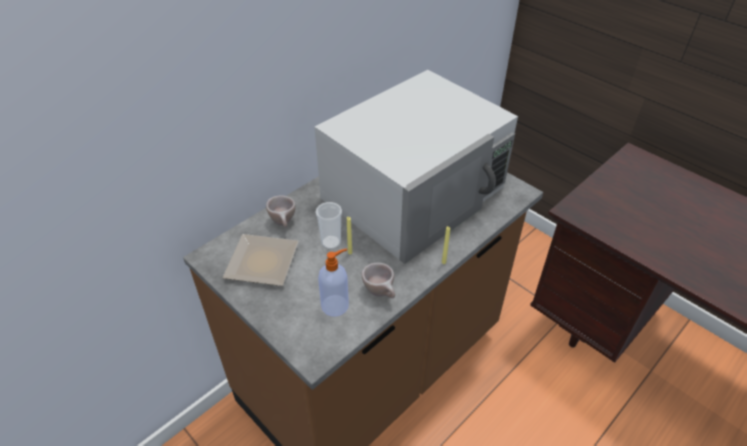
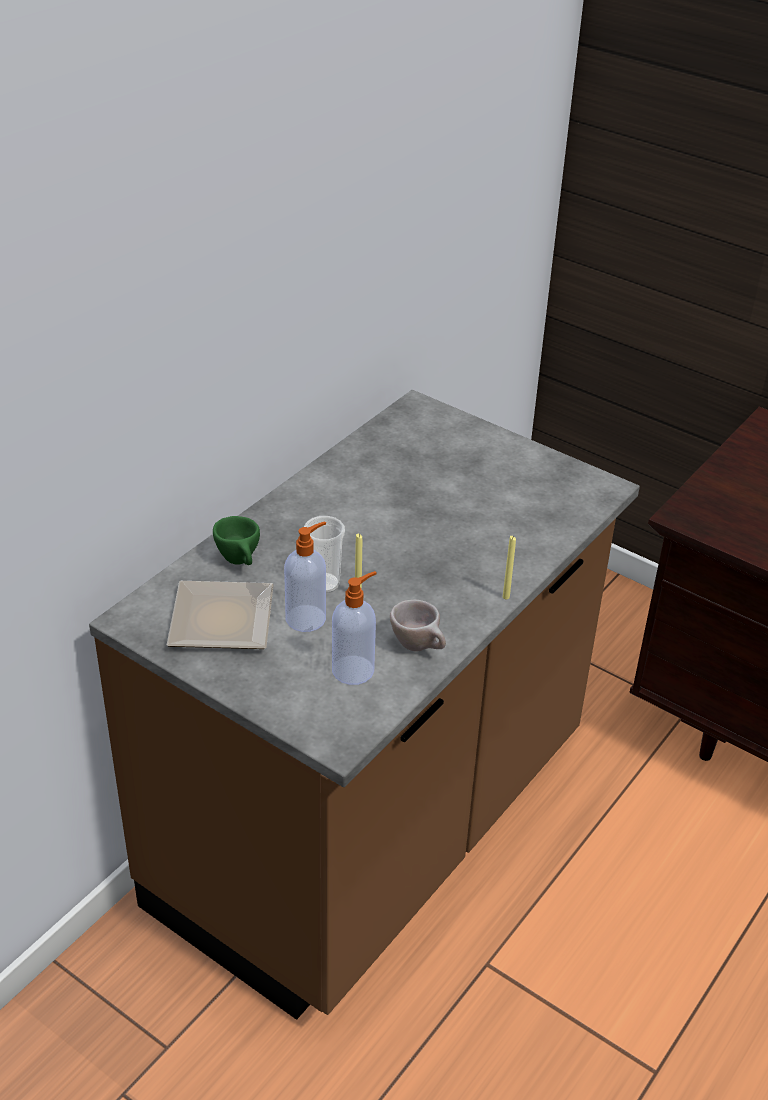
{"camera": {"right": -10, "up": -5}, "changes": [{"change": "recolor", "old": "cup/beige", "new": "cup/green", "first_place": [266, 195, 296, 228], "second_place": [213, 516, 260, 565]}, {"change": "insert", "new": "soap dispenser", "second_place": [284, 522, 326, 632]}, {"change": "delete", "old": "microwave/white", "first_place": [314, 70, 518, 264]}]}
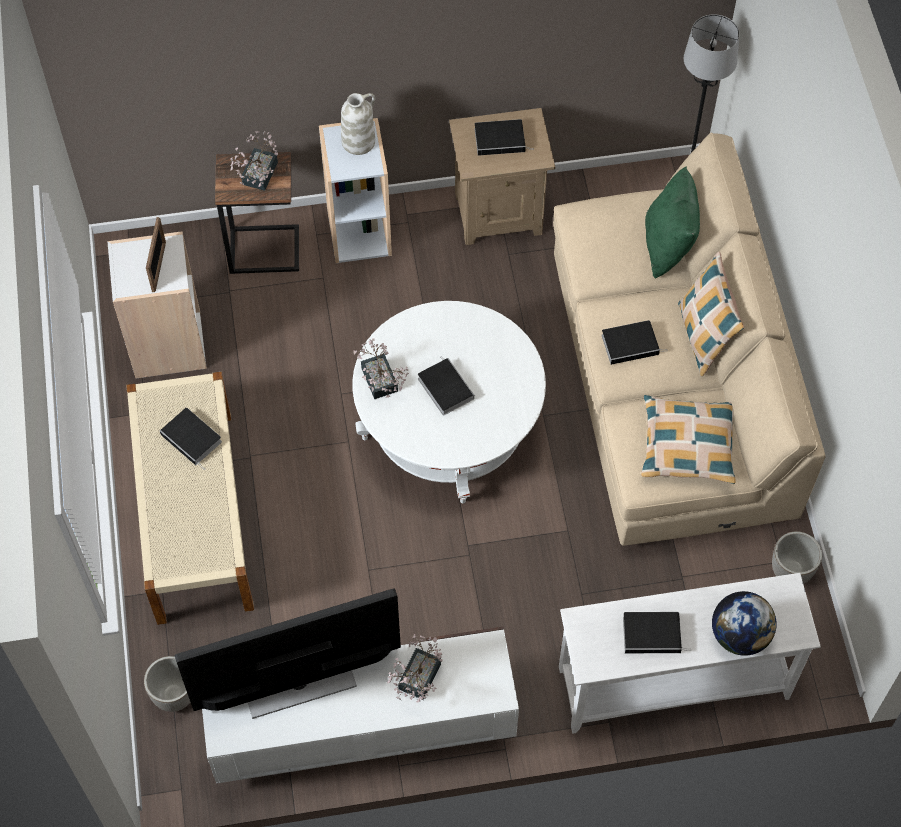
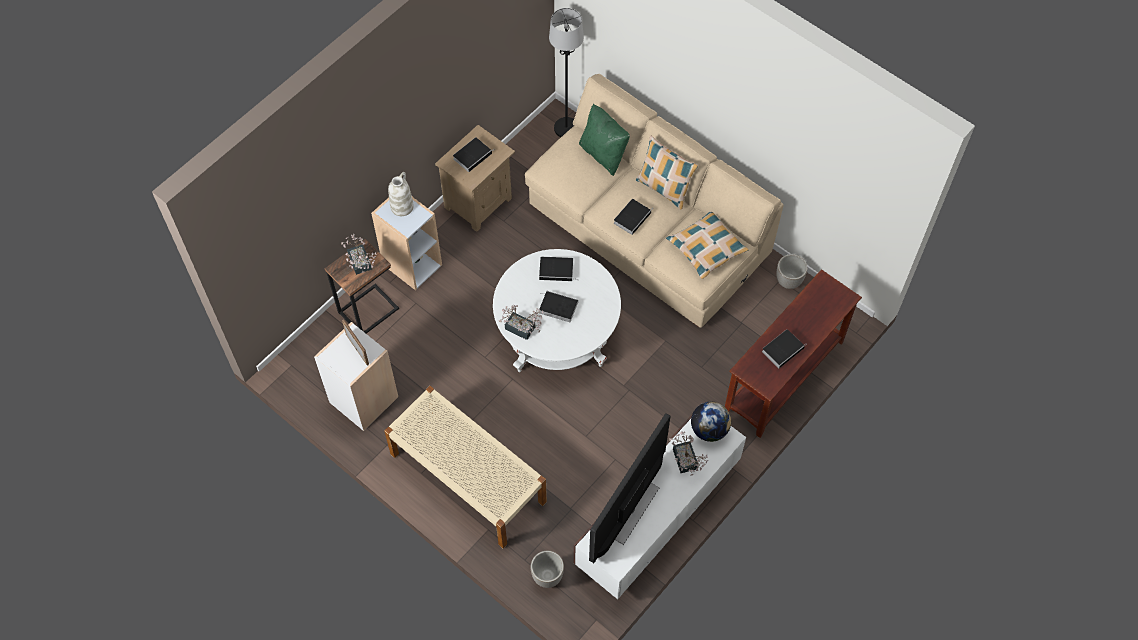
{"camera": {"right": -40, "up": 0}, "changes": [{"change": "move", "old": "book", "first_place": [160, 408, 222, 470], "second_place": [539, 257, 575, 281]}, {"change": "move", "old": "globe", "first_place": [712, 591, 777, 656], "second_place": [691, 402, 731, 442]}, {"change": "recolor", "old": "console table/white", "new": "console table/brown", "first_place": [559, 573, 821, 734], "second_place": [725, 269, 862, 438]}]}
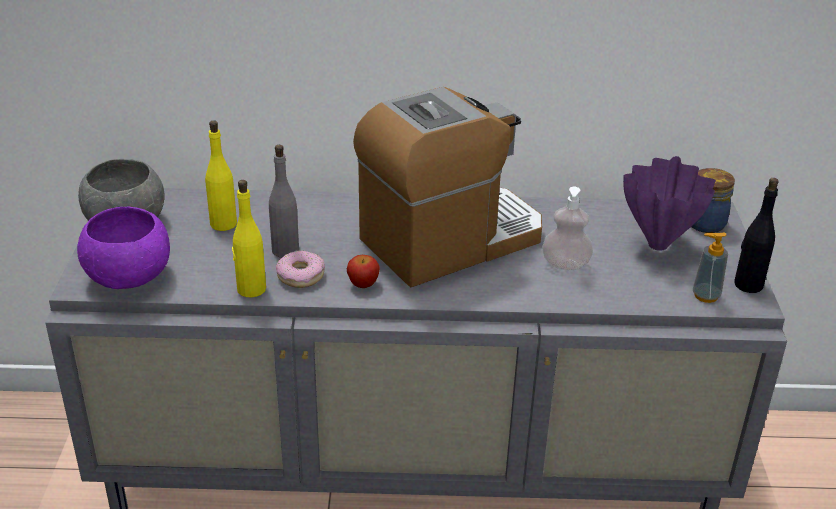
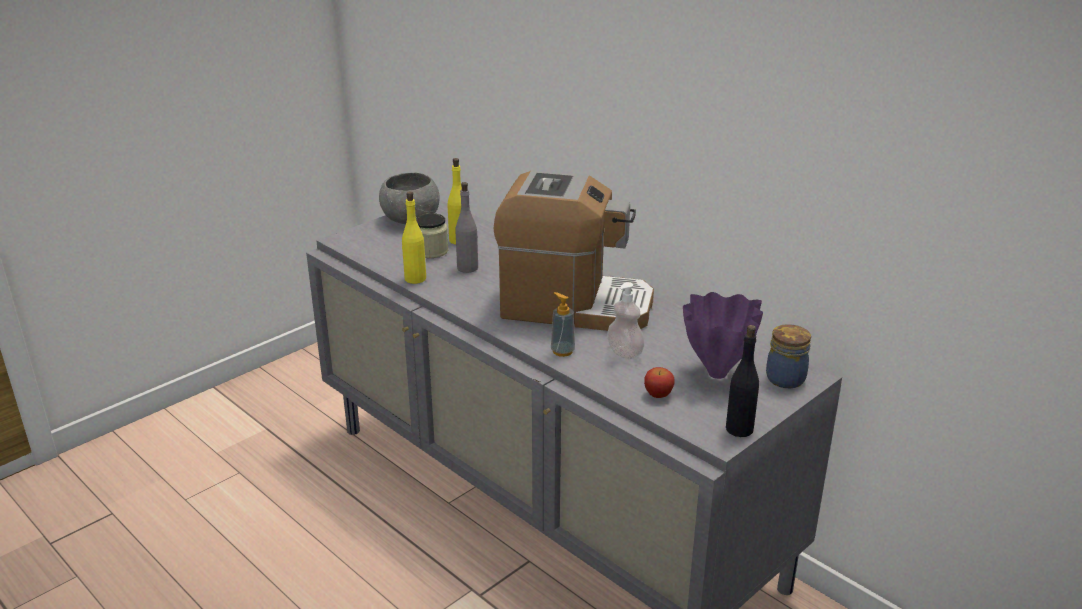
{"camera": {"right": 45, "up": -5}, "changes": [{"change": "insert", "new": "jar", "second_place": [416, 213, 448, 258]}, {"change": "move", "old": "soap dispenser", "first_place": [693, 233, 728, 303], "second_place": [551, 292, 575, 357]}, {"change": "move", "old": "apple", "first_place": [347, 255, 380, 288], "second_place": [644, 367, 675, 398]}, {"change": "delete", "old": "bowl/purple", "first_place": [77, 207, 170, 289]}, {"change": "delete", "old": "donut", "first_place": [276, 250, 325, 288]}]}
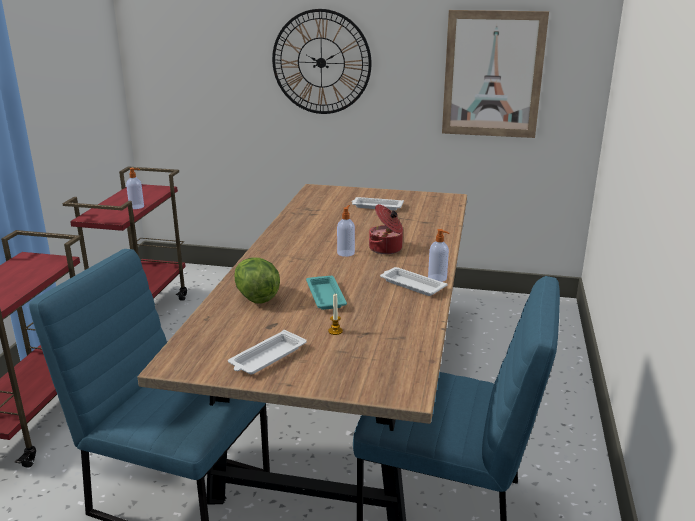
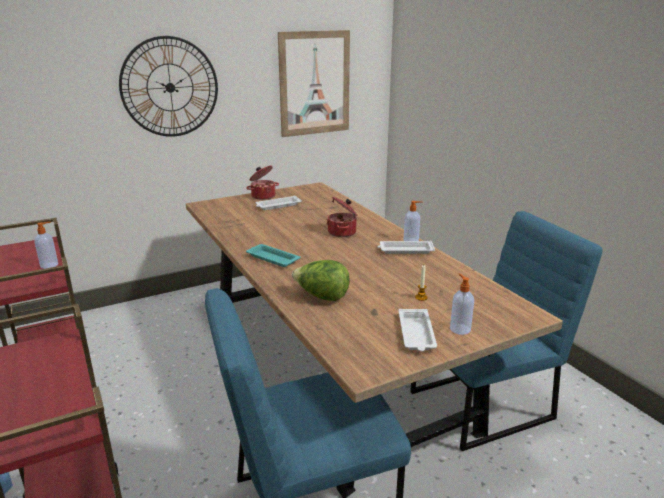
{"camera": {"right": -40, "up": 0}, "changes": [{"change": "insert", "new": "cooking pot", "second_place": [246, 166, 279, 200]}, {"change": "move", "old": "tray/turquoise", "first_place": [306, 276, 347, 310], "second_place": [246, 244, 301, 267]}, {"change": "move", "old": "soap dispenser", "first_place": [337, 205, 355, 257], "second_place": [450, 273, 474, 335]}]}
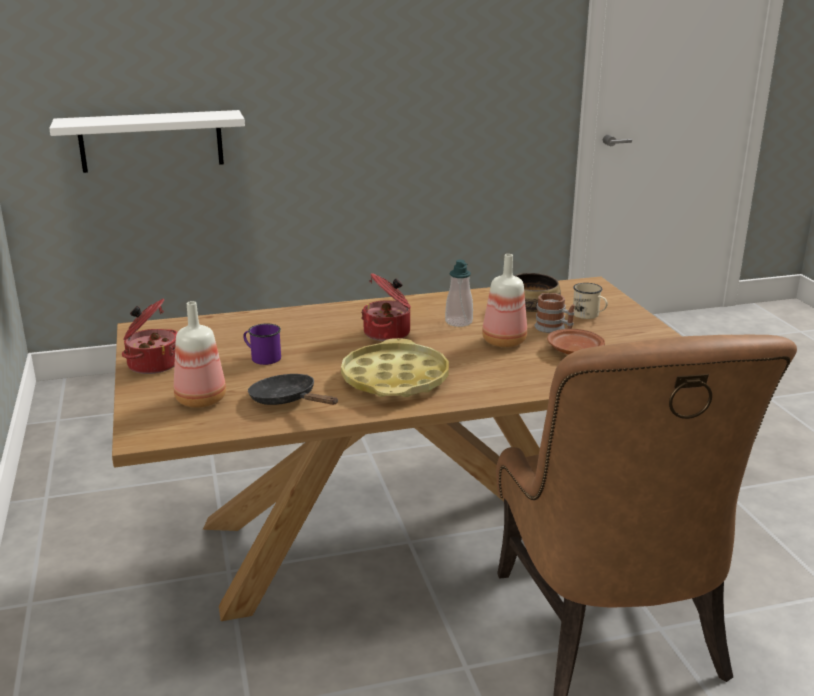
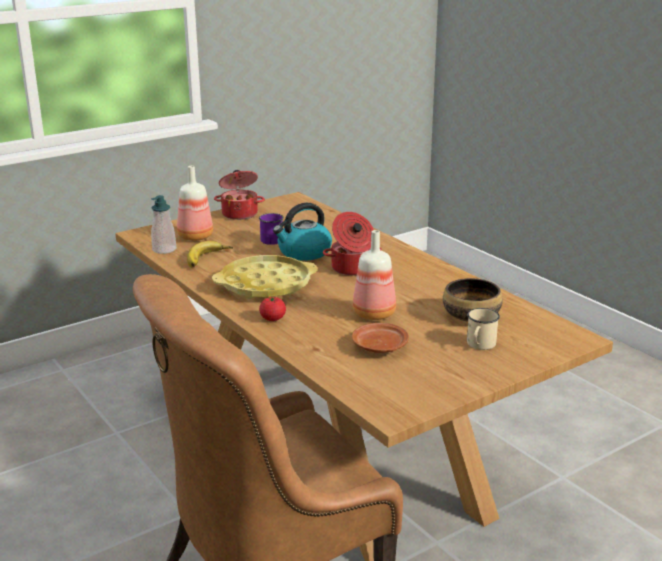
{"camera": {"right": 70, "up": 0}, "changes": [{"change": "move", "old": "soap dispenser", "first_place": [445, 260, 473, 327], "second_place": [151, 195, 176, 254]}, {"change": "replace", "old": "frying pan/black", "new": "banana", "first_place": [248, 374, 338, 405], "second_place": [187, 241, 233, 267]}, {"change": "insert", "new": "tomato", "second_place": [259, 297, 286, 321]}, {"change": "insert", "new": "kettle", "second_place": [273, 203, 332, 261]}, {"change": "delete", "old": "shelf/white", "first_place": [49, 110, 245, 173]}, {"change": "delete", "old": "mug", "first_place": [534, 293, 575, 333]}]}
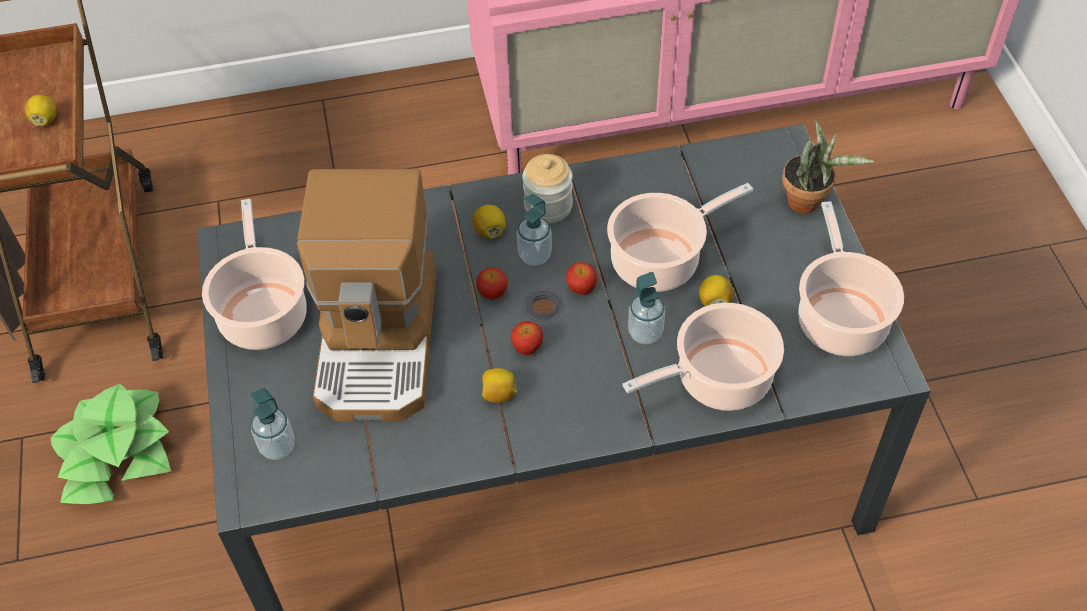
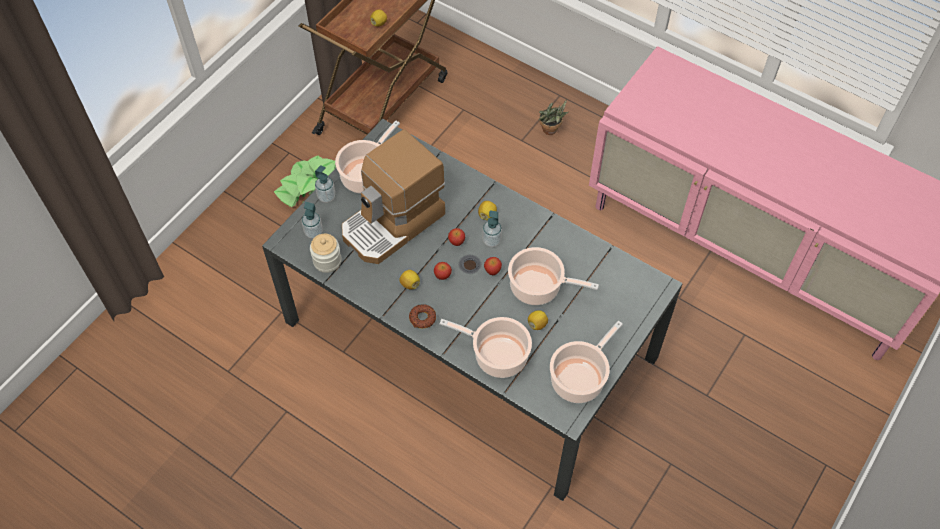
{"camera": {"right": 45, "up": 5}, "changes": [{"change": "move", "old": "jar", "first_place": [522, 154, 573, 224], "second_place": [310, 234, 342, 273]}, {"change": "move", "old": "soap dispenser", "first_place": [628, 272, 665, 344], "second_place": [315, 165, 335, 203]}, {"change": "insert", "new": "donut", "second_place": [409, 304, 436, 329]}, {"change": "move", "old": "potted plant", "first_place": [782, 120, 874, 214], "second_place": [539, 99, 568, 135]}]}
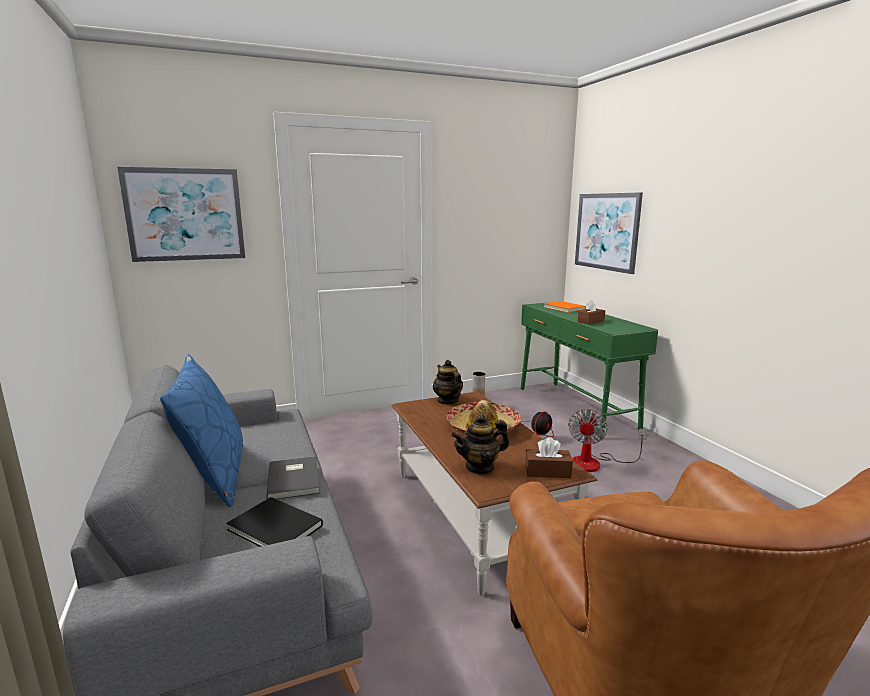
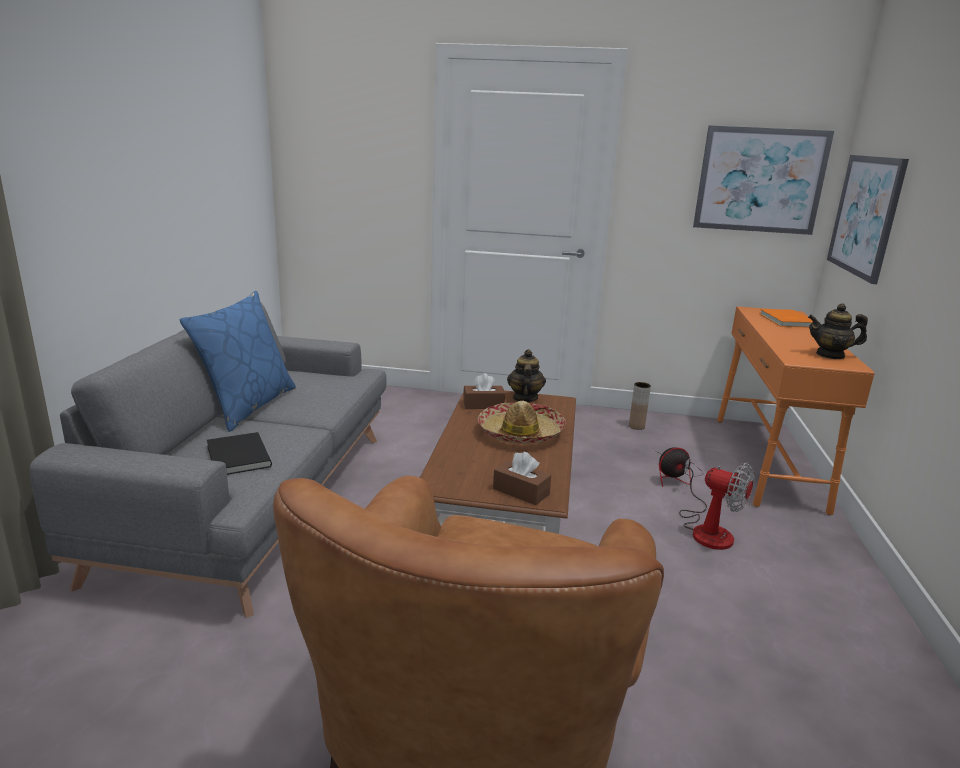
{"camera": {"right": 30, "up": 5}, "changes": [{"change": "move", "old": "tissue box/brown", "first_place": [578, 300, 605, 325], "second_place": [463, 373, 505, 409]}, {"change": "rotate", "old": "fan", "first_place": [568, 409, 647, 472], "second_place": [679, 458, 755, 550], "degrees": -105}, {"change": "move", "old": "picture", "first_place": [117, 167, 245, 262], "second_place": [693, 125, 834, 235]}, {"change": "recolor", "old": "console table/green", "new": "console table/orange", "first_place": [520, 303, 658, 439], "second_place": [717, 306, 875, 515]}, {"change": "move", "old": "teapot", "first_place": [451, 414, 509, 475], "second_place": [808, 303, 868, 359]}, {"change": "delete", "old": "book/grey", "first_place": [266, 456, 319, 499]}]}
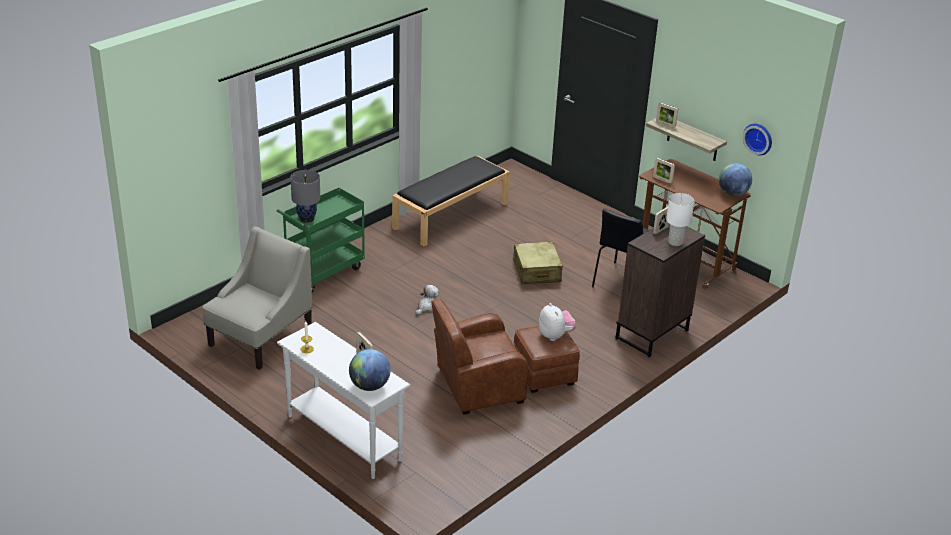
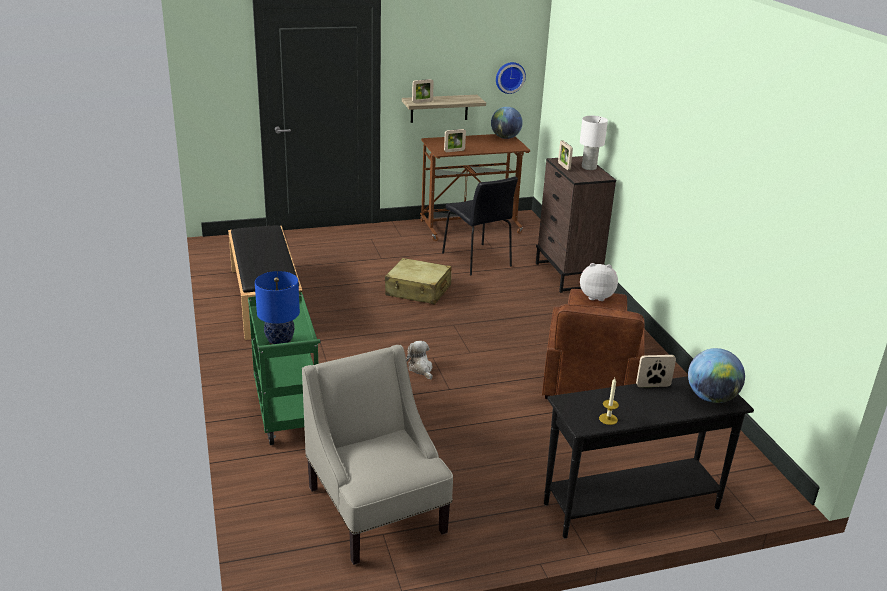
{"camera": {"right": -60, "up": -5}, "changes": [{"change": "recolor", "old": "table lamp/grey", "new": "table lamp/blue", "first_place": [291, 170, 320, 223], "second_place": [255, 271, 300, 345]}, {"change": "recolor", "old": "console table/white", "new": "console table/black", "first_place": [277, 322, 410, 479], "second_place": [544, 376, 754, 539]}]}
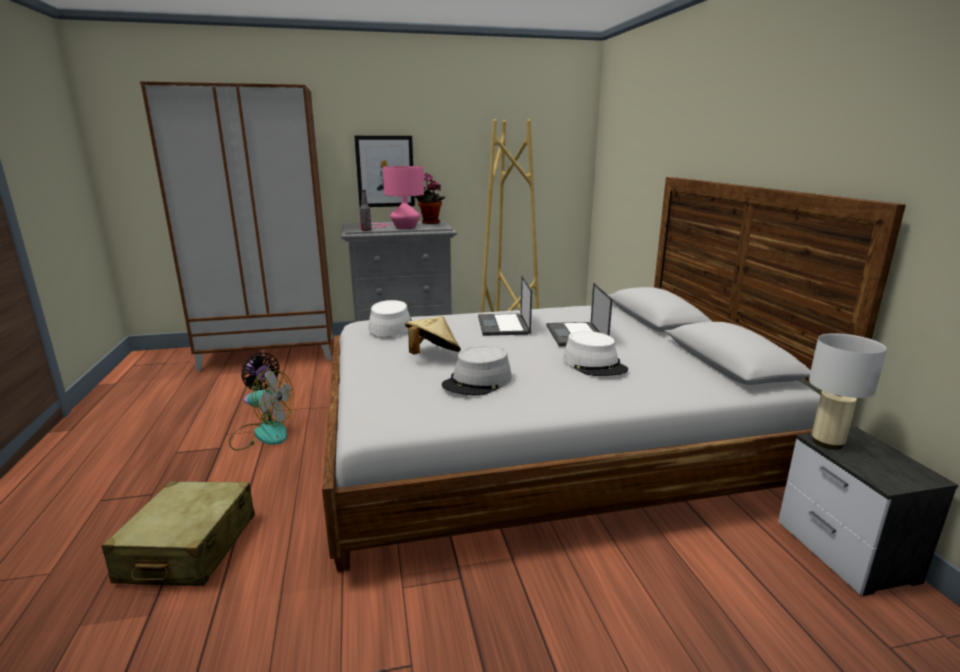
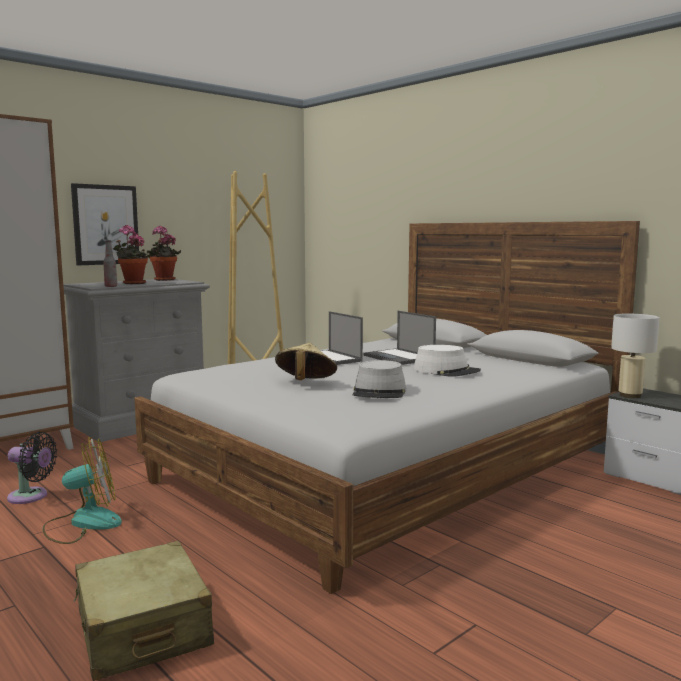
{"camera": {"right": -30, "up": -10}, "changes": [{"change": "replace", "old": "table lamp/pink", "new": "potted plant", "first_place": [359, 166, 424, 229], "second_place": [113, 225, 148, 284]}, {"change": "delete", "old": "hat/white", "first_place": [368, 300, 412, 337]}]}
